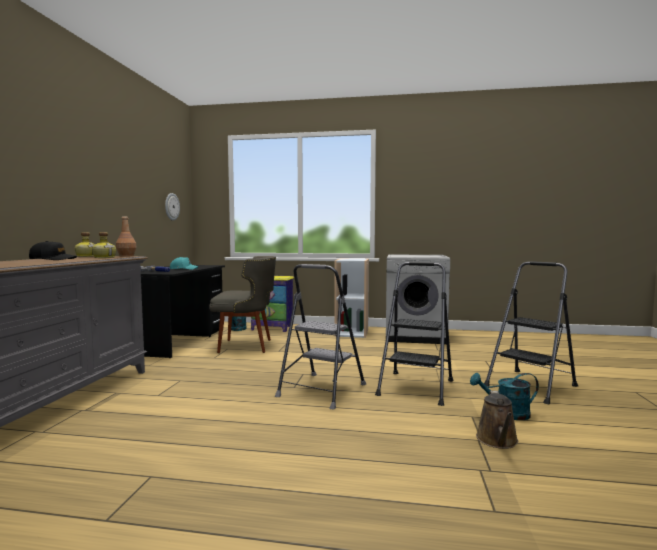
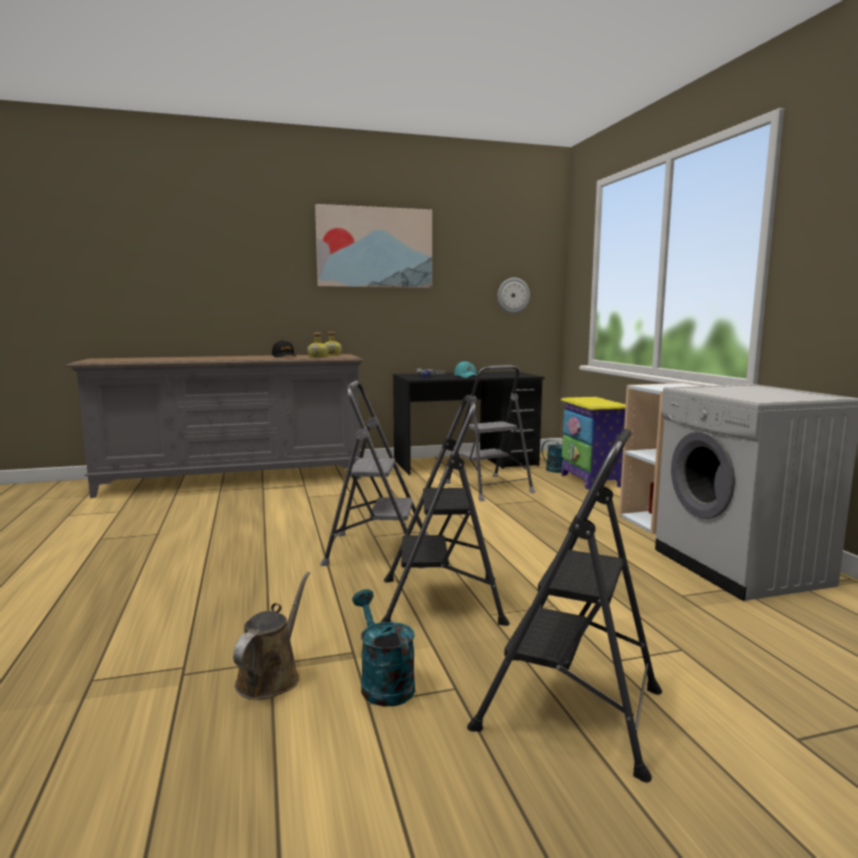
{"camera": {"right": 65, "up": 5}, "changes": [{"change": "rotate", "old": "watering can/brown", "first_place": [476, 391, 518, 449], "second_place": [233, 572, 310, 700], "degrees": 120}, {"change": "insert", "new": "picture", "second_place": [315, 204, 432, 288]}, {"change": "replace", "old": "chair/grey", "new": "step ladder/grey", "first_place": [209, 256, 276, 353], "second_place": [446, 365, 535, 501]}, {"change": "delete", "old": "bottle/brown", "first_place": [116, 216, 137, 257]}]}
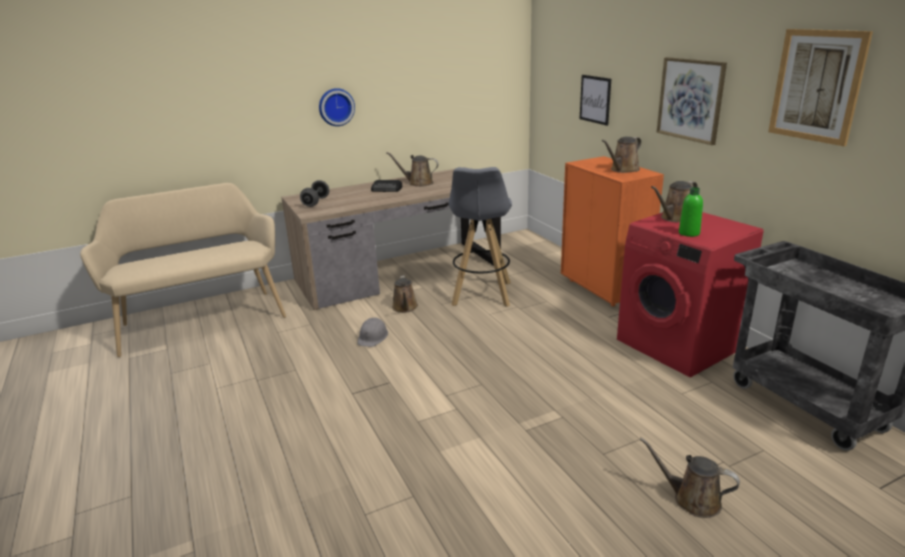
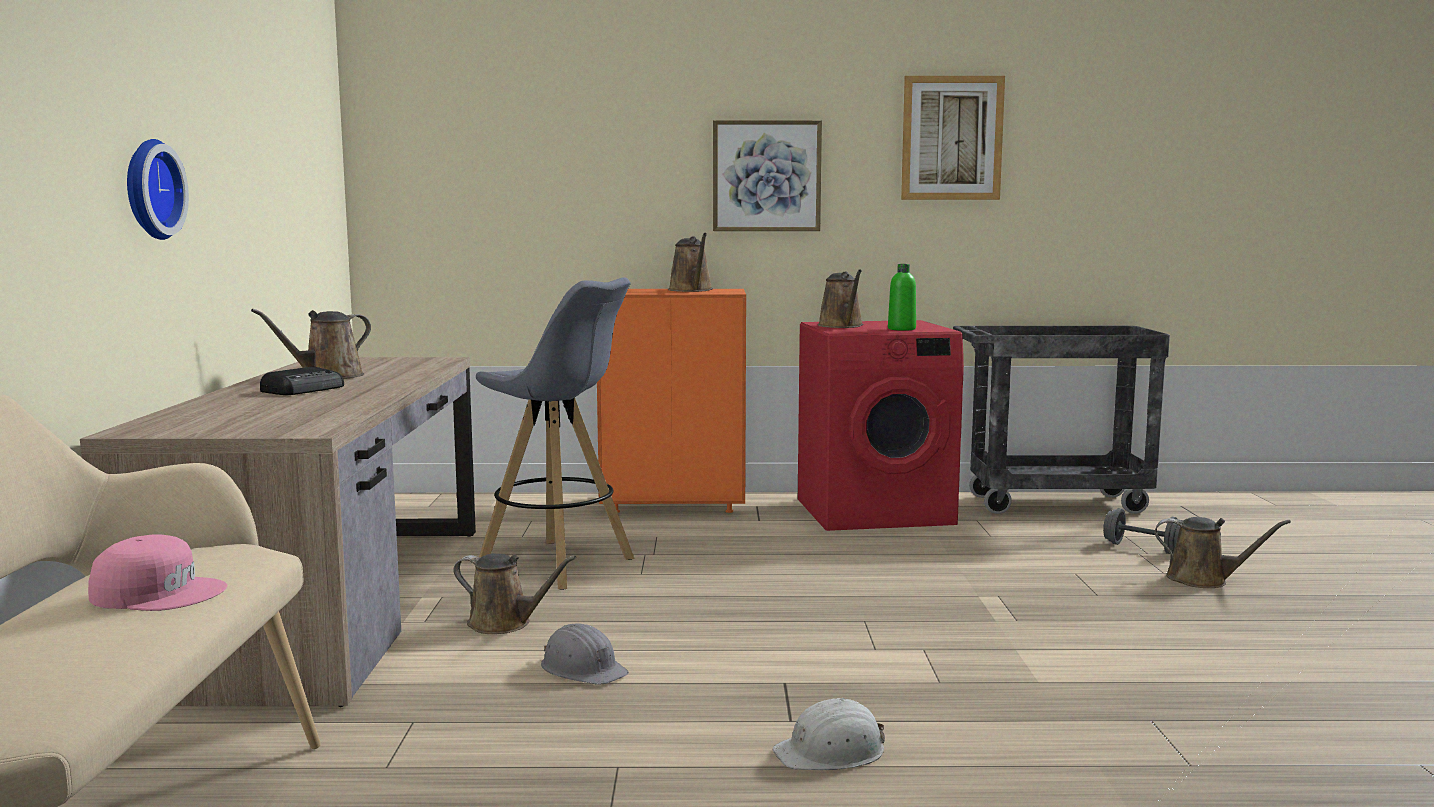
{"camera": {"right": -65, "up": -15}, "changes": [{"change": "insert", "new": "cap/pink", "second_place": [88, 534, 227, 611]}, {"change": "insert", "new": "hard hat/white", "second_place": [773, 698, 885, 770]}, {"change": "move", "old": "dumbbell/grey", "first_place": [300, 180, 329, 207], "second_place": [1103, 508, 1181, 554]}, {"change": "rotate", "old": "watering can/brown", "first_place": [640, 438, 740, 518], "second_place": [1154, 517, 1291, 588], "degrees": -120}, {"change": "delete", "old": "picture", "first_place": [580, 75, 611, 126]}]}
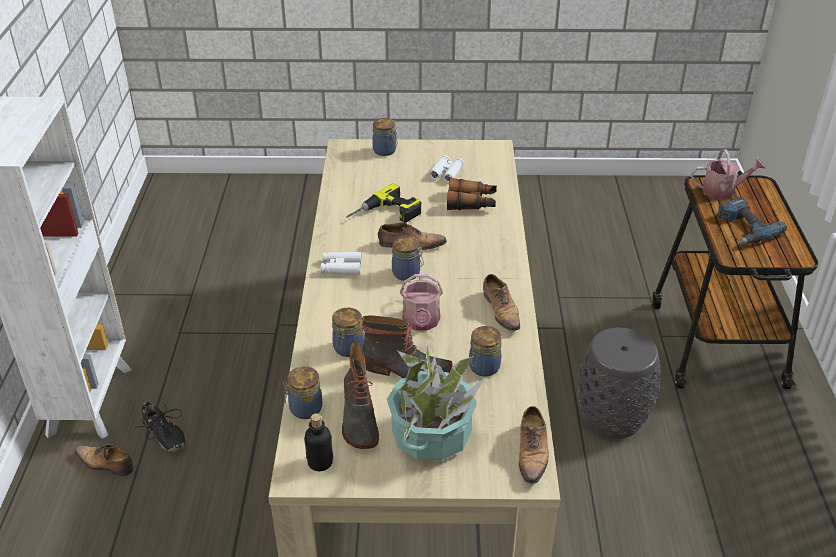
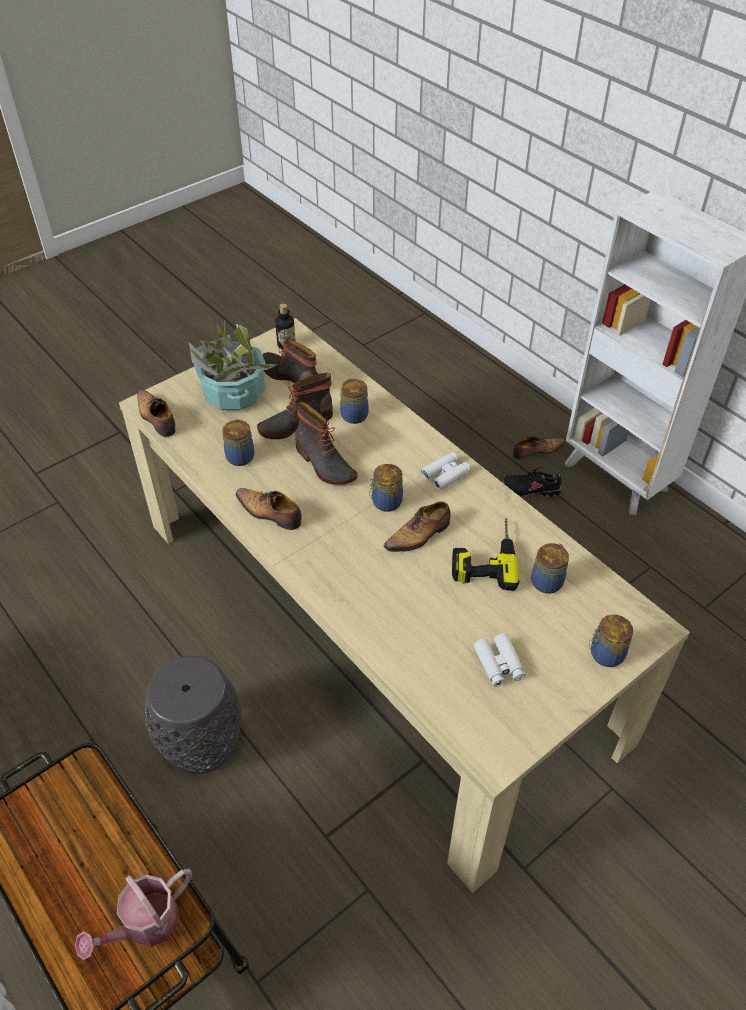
{"camera": {"right": 140, "up": 10}, "changes": [{"change": "replace", "old": "watering can", "new": "boot", "first_place": [400, 272, 443, 331], "second_place": [295, 402, 358, 485]}, {"change": "move", "old": "jar", "first_place": [283, 366, 323, 419], "second_place": [531, 543, 569, 594]}, {"change": "delete", "old": "binoculars", "first_place": [447, 178, 497, 210]}, {"change": "delete", "old": "power drill", "first_place": [717, 197, 787, 245]}]}
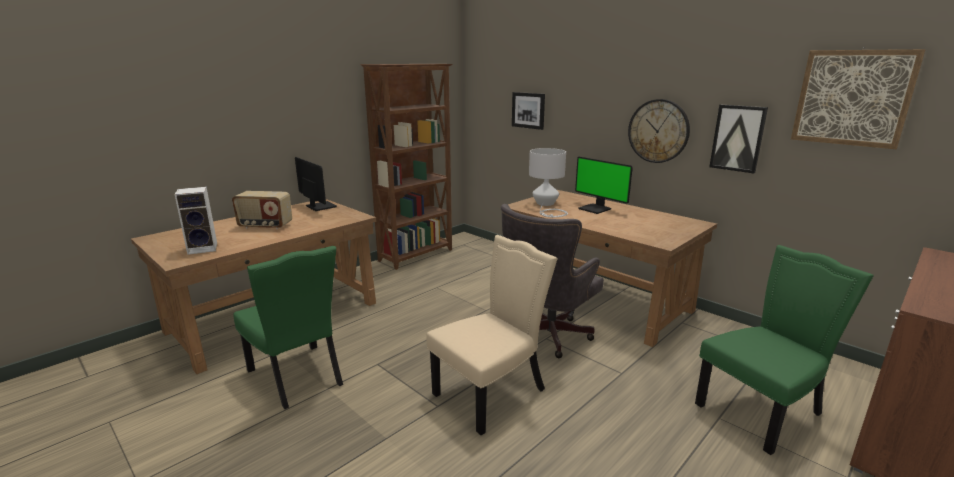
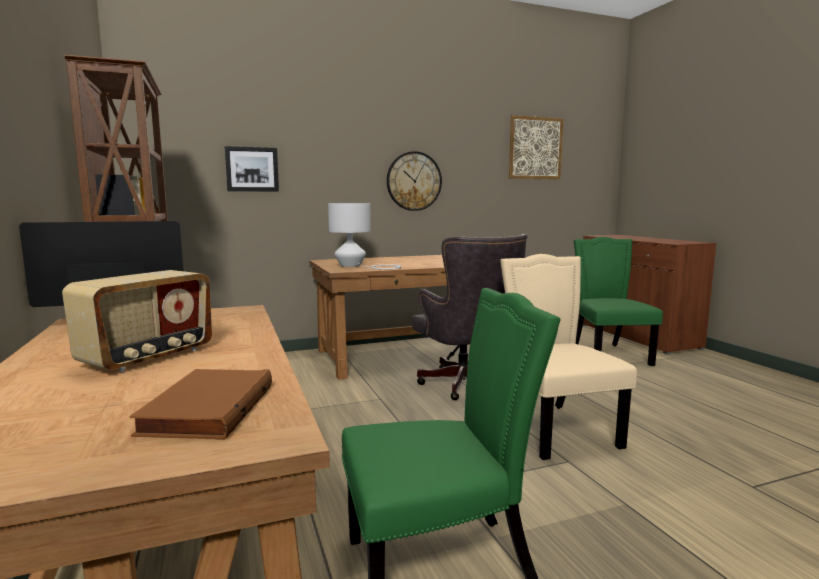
{"camera": {"right": -65, "up": -10}, "changes": [{"change": "replace", "old": "speaker", "new": "book/brown", "first_place": [175, 187, 217, 255], "second_place": [129, 369, 272, 440]}, {"change": "delete", "old": "monitor", "first_place": [575, 157, 633, 214]}, {"change": "delete", "old": "picture", "first_place": [709, 105, 768, 173]}]}
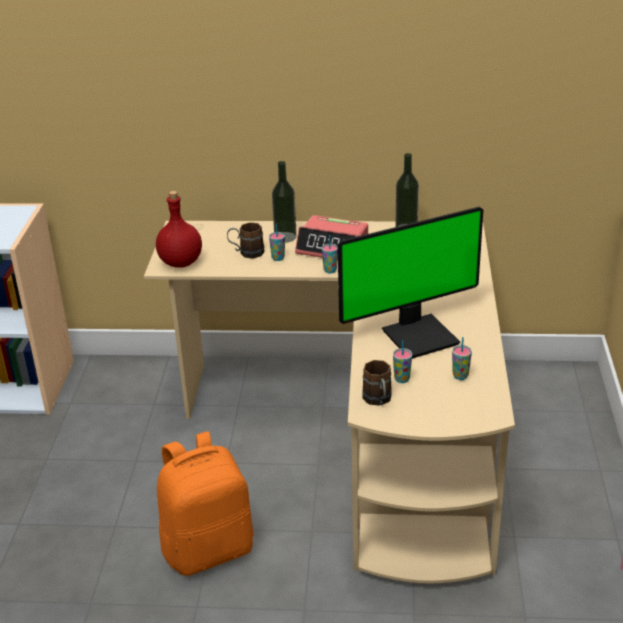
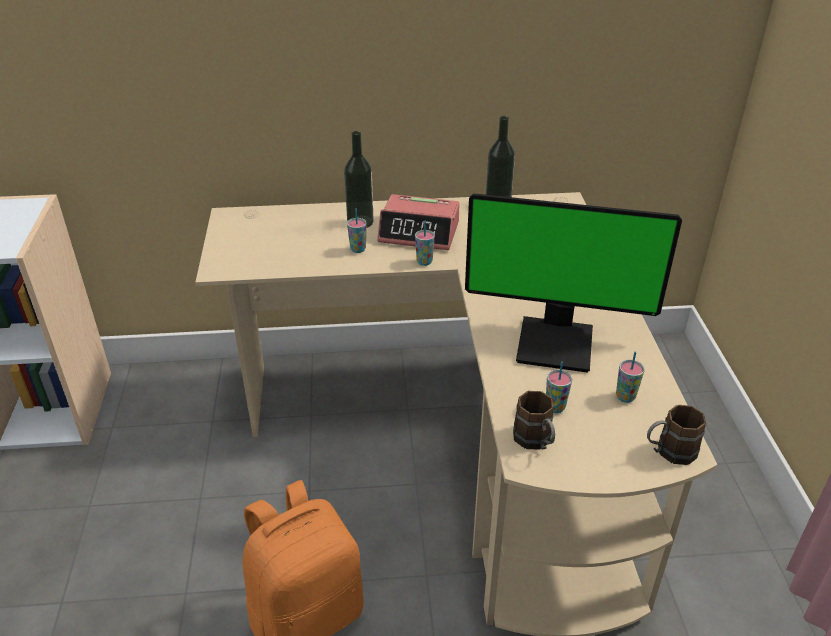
{"camera": {"right": -10, "up": 5}, "changes": [{"change": "rotate", "old": "monitor", "first_place": [338, 207, 483, 359], "second_place": [465, 193, 682, 373], "degrees": 45}, {"change": "move", "old": "mug/brown", "first_place": [227, 222, 264, 258], "second_place": [647, 405, 706, 465]}, {"change": "delete", "old": "bottle/red", "first_place": [156, 191, 202, 268]}]}
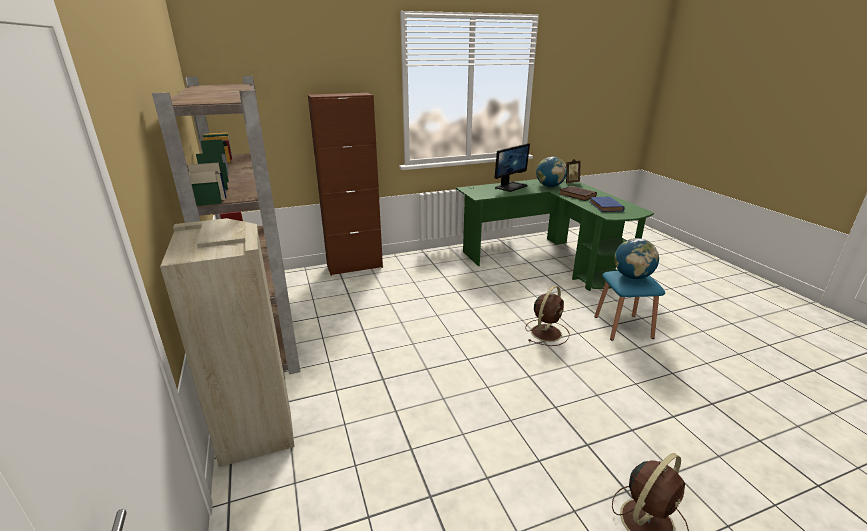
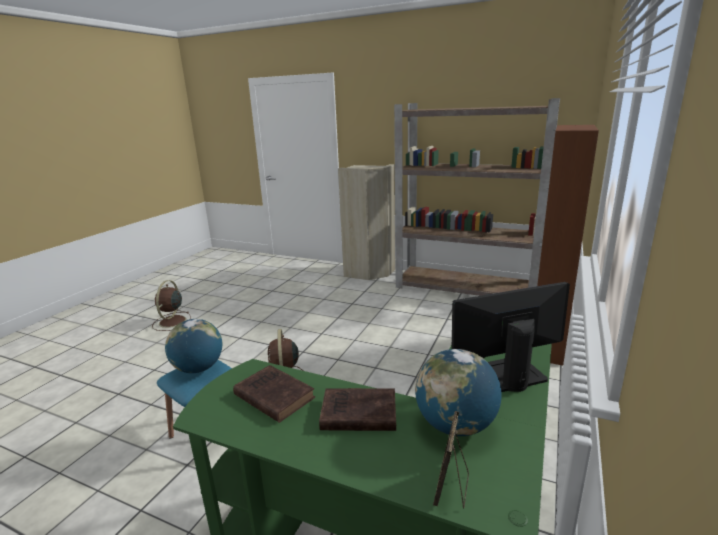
{"camera": {"right": 135, "up": -5}, "changes": [{"change": "recolor", "old": "book/blue", "new": "book/brown", "first_place": [589, 197, 625, 212], "second_place": [233, 365, 315, 423]}, {"change": "rotate", "old": "monitor", "first_place": [494, 143, 530, 192], "second_place": [452, 282, 570, 392], "degrees": 75}]}
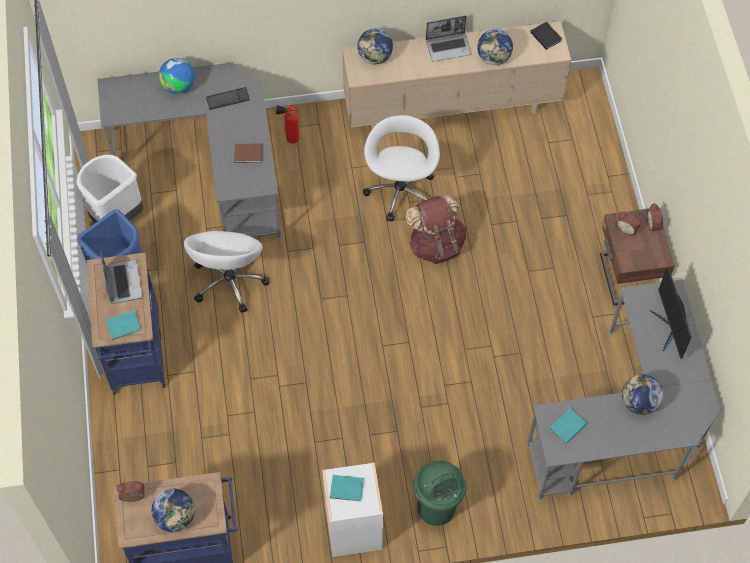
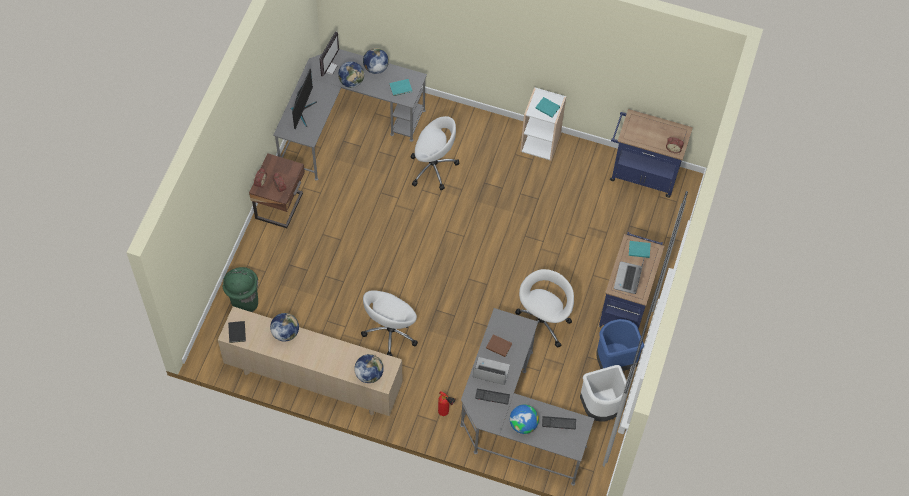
{"camera": {"right": -155, "up": 0}, "changes": [{"change": "move", "old": "trash can/green", "first_place": [413, 461, 467, 526], "second_place": [222, 267, 258, 312]}, {"change": "insert", "new": "monitor", "second_place": [320, 32, 339, 77]}, {"change": "move", "old": "globe", "first_place": [151, 488, 195, 532], "second_place": [363, 48, 389, 74]}, {"change": "insert", "new": "office chair/white", "second_place": [411, 116, 459, 190]}, {"change": "move", "old": "laptop", "first_place": [426, 16, 472, 62], "second_place": [473, 357, 510, 385]}, {"change": "insert", "new": "keyboard", "second_place": [542, 416, 576, 429]}, {"change": "delete", "old": "backpack/brown", "first_place": [406, 194, 467, 264]}]}
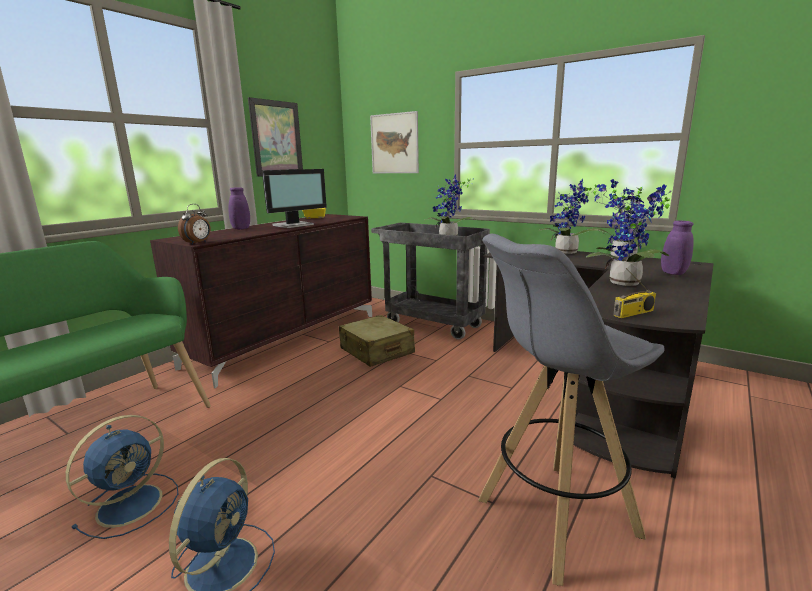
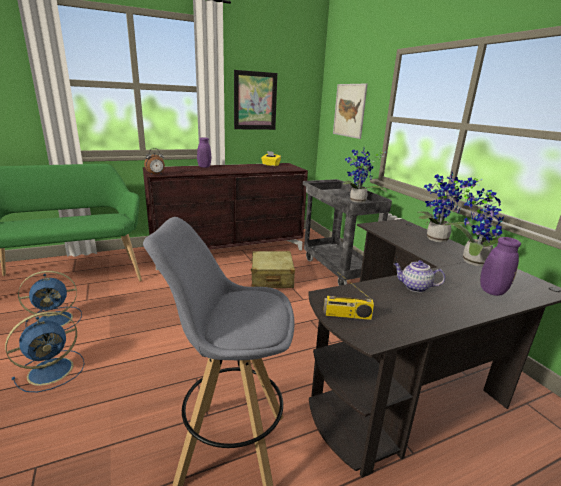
{"camera": {"right": 30, "up": 5}, "changes": [{"change": "replace", "old": "potted plant", "new": "teapot", "first_place": [586, 184, 671, 286], "second_place": [394, 260, 445, 292]}, {"change": "delete", "old": "monitor", "first_place": [262, 169, 327, 228]}]}
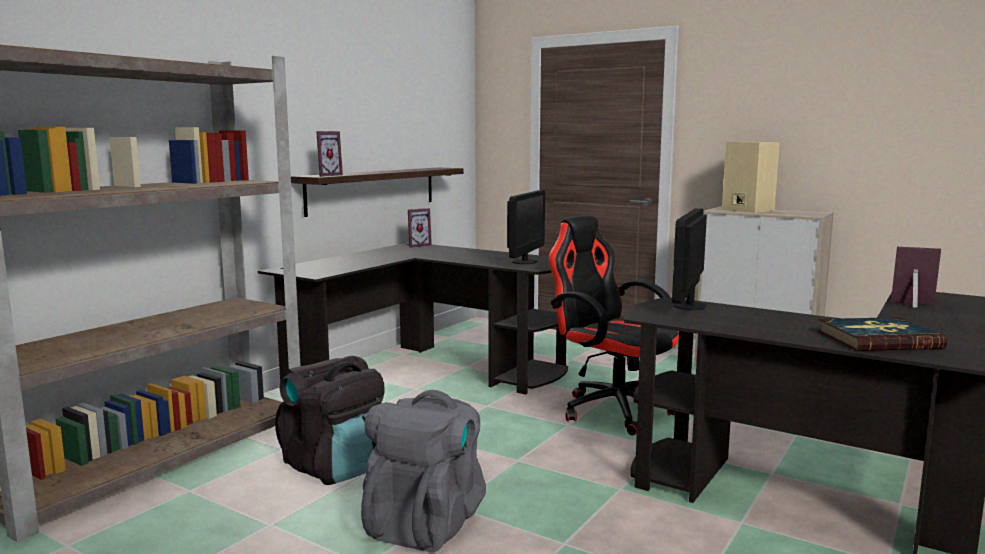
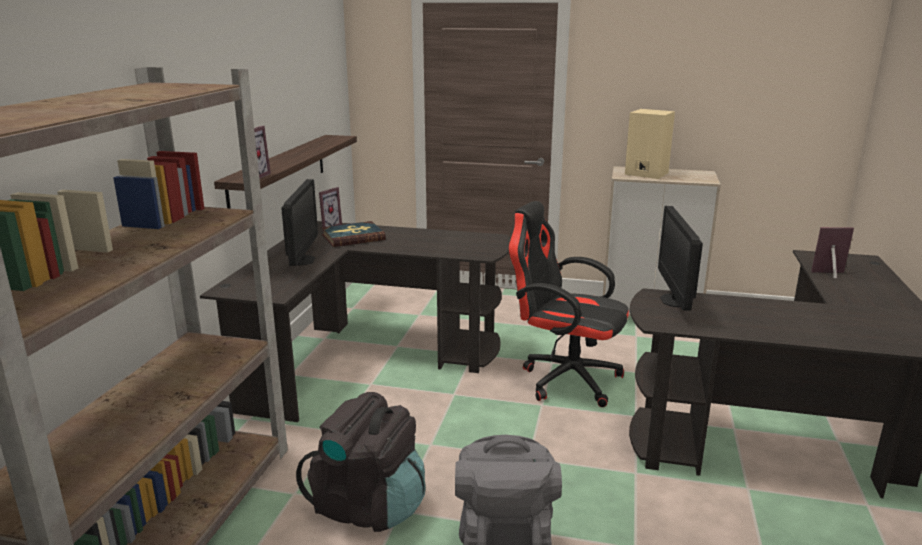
{"camera": {"right": -20, "up": 10}, "changes": [{"change": "move", "old": "monitor", "first_place": [507, 190, 545, 264], "second_place": [281, 179, 318, 266]}, {"change": "move", "old": "book", "first_place": [817, 317, 947, 351], "second_place": [321, 221, 386, 247]}]}
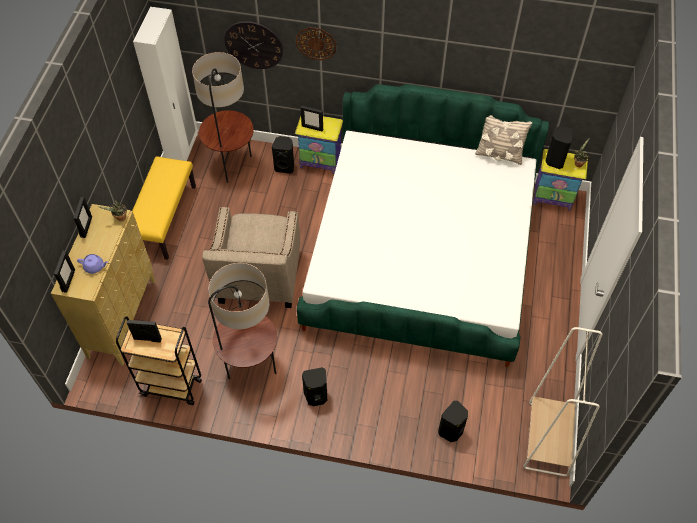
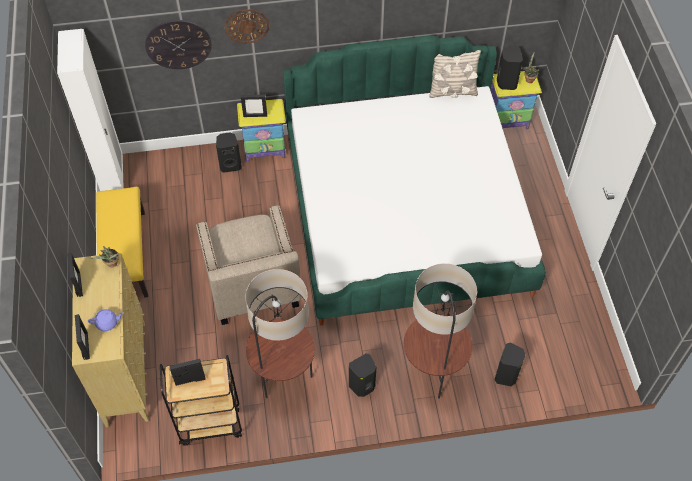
{"camera": {"right": -20, "up": 0}, "changes": [{"change": "move", "old": "floor lamp", "first_place": [192, 52, 254, 183], "second_place": [404, 263, 477, 399]}, {"change": "delete", "old": "clothes rack", "first_place": [523, 327, 602, 476]}]}
